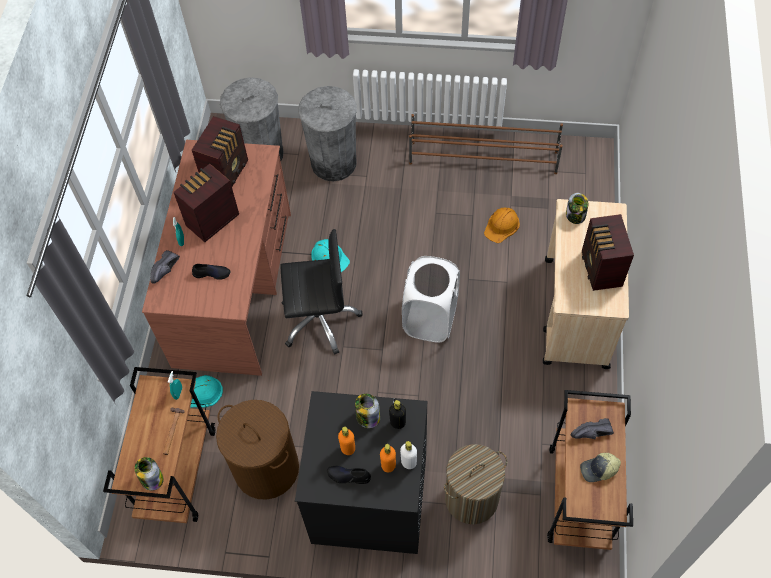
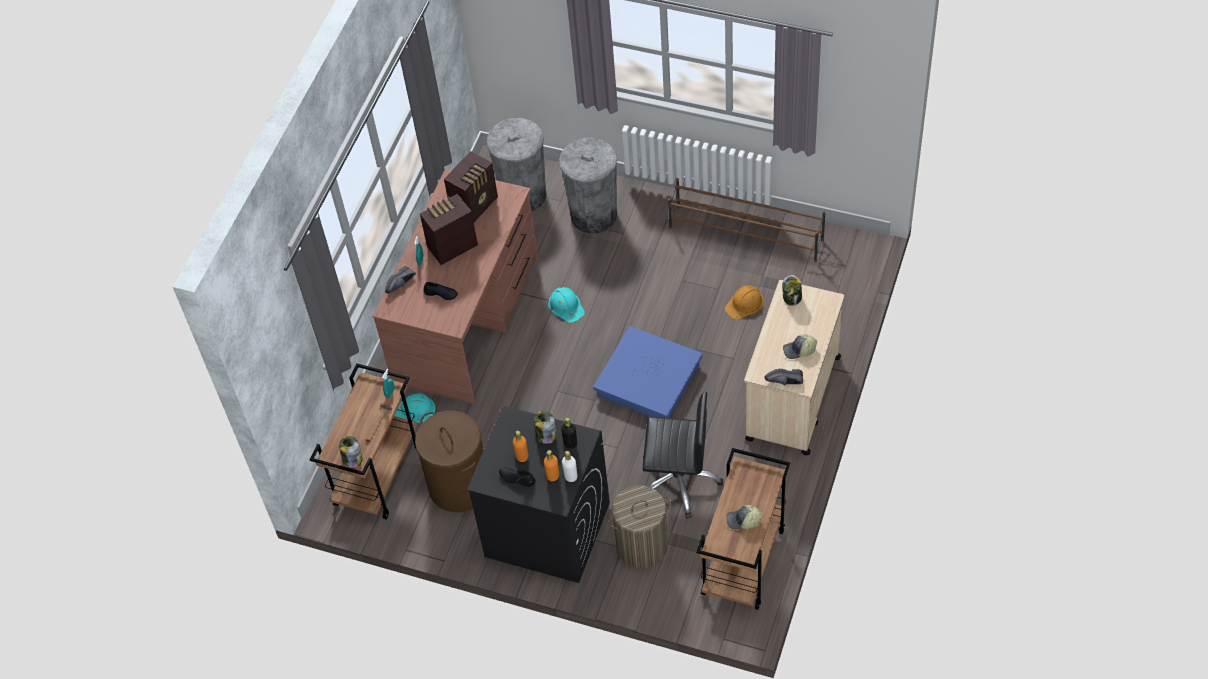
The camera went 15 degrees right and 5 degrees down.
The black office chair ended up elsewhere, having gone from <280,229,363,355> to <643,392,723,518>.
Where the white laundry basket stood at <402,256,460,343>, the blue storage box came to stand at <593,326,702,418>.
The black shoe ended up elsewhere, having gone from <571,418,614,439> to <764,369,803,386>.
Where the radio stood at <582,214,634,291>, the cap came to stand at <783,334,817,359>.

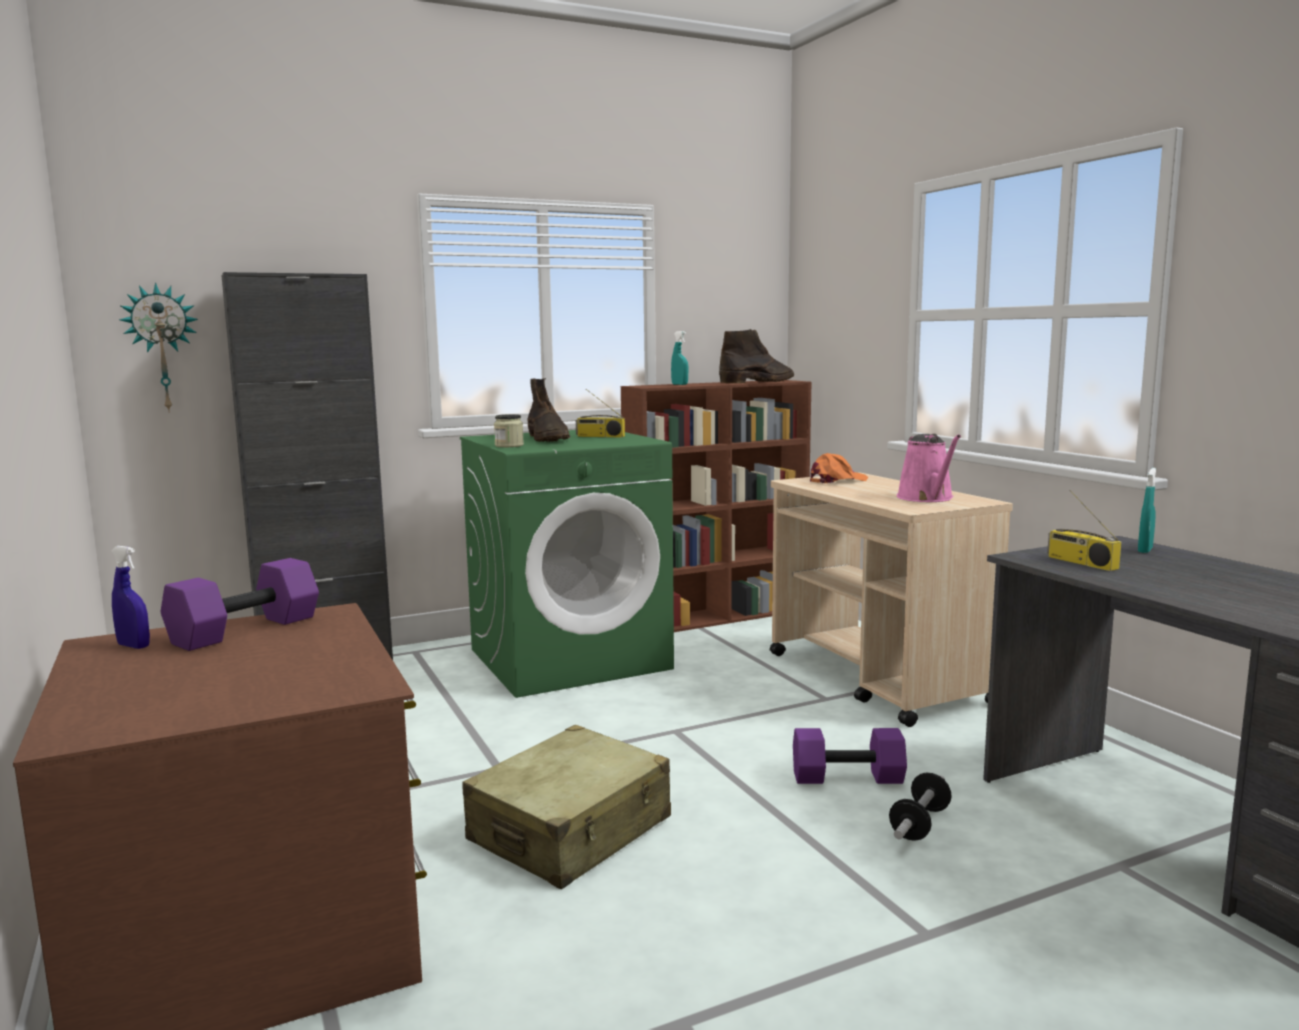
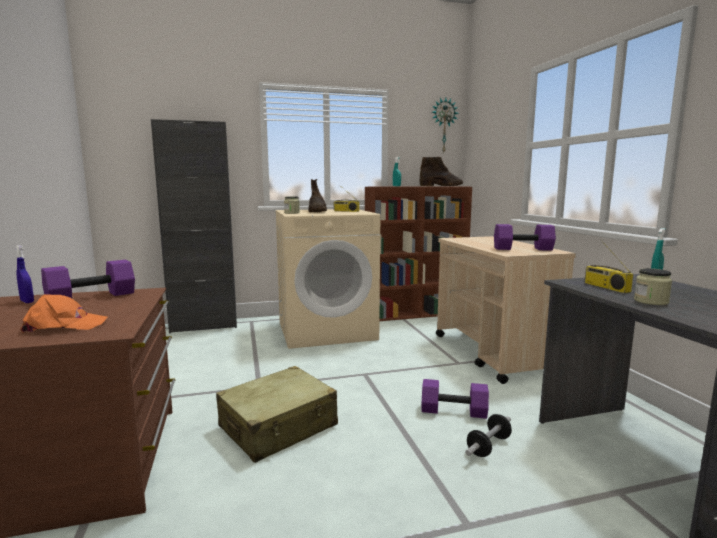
The camera went 10 degrees right and 0 degrees up.
The wall clock ended up elsewhere, having gone from <119,283,198,413> to <432,98,459,152>.
What was the green washing machine at <460,430,674,698> turned into the beige washing machine at <276,209,380,349>.
The orange cap ended up elsewhere, having gone from <810,453,868,483> to <20,294,107,333>.
Where the pink watering can stood at <897,434,961,502>, the purple dumbbell came to stand at <494,224,556,250>.
The second view gained the jar at <634,268,672,305>.

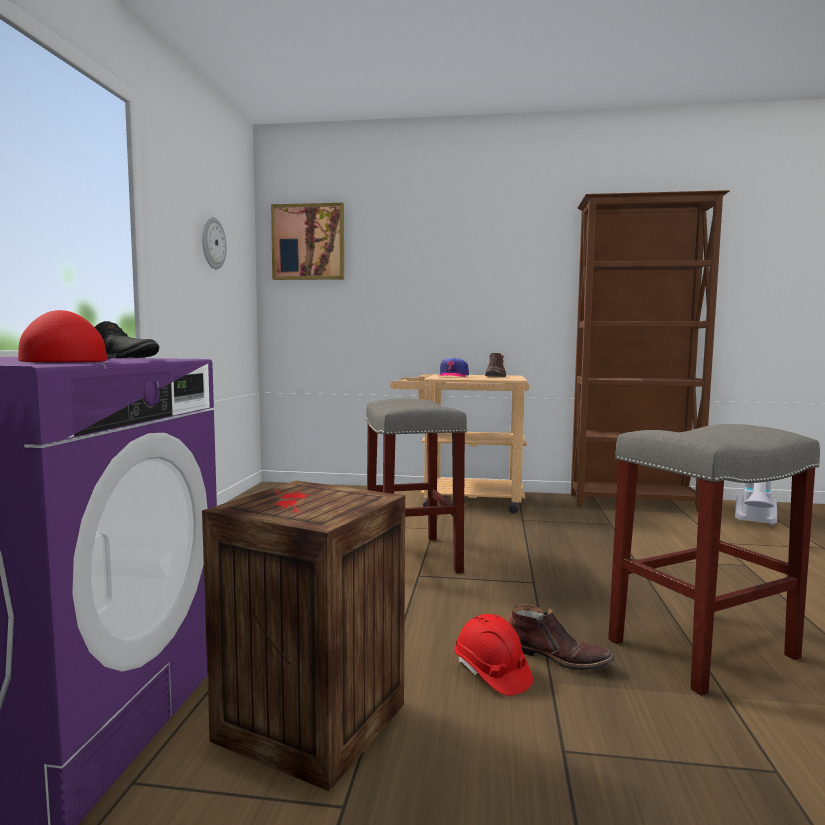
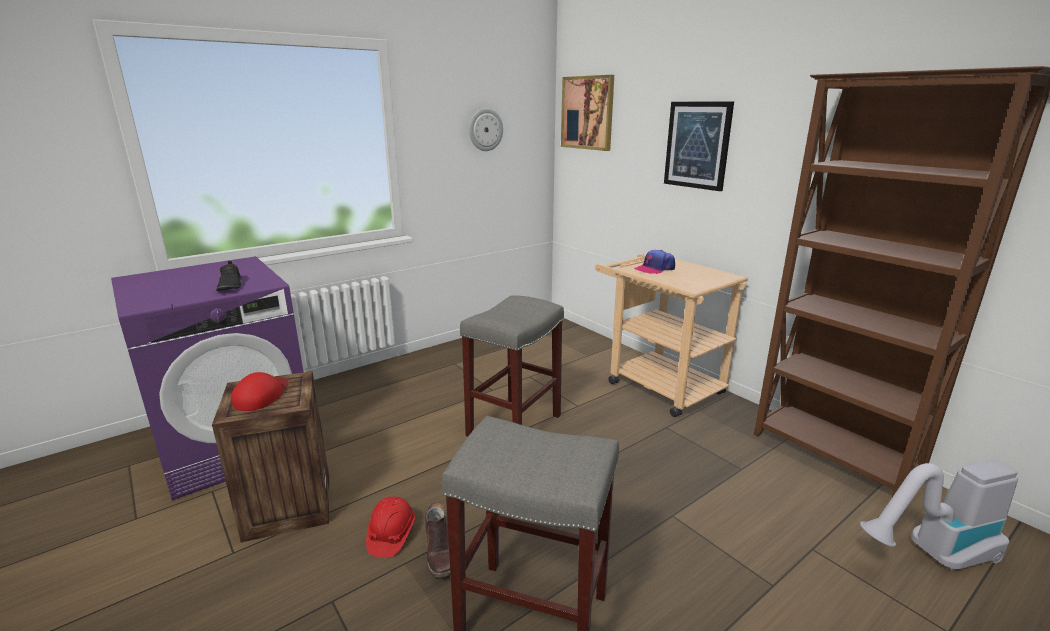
The camera went 45 degrees right and 15 degrees up.
The red cap ended up elsewhere, having gone from <18,310,107,362> to <231,372,288,411>.
The second view lost the brown boot at <485,353,506,377>.
The second view gained the picture at <664,102,734,191>.

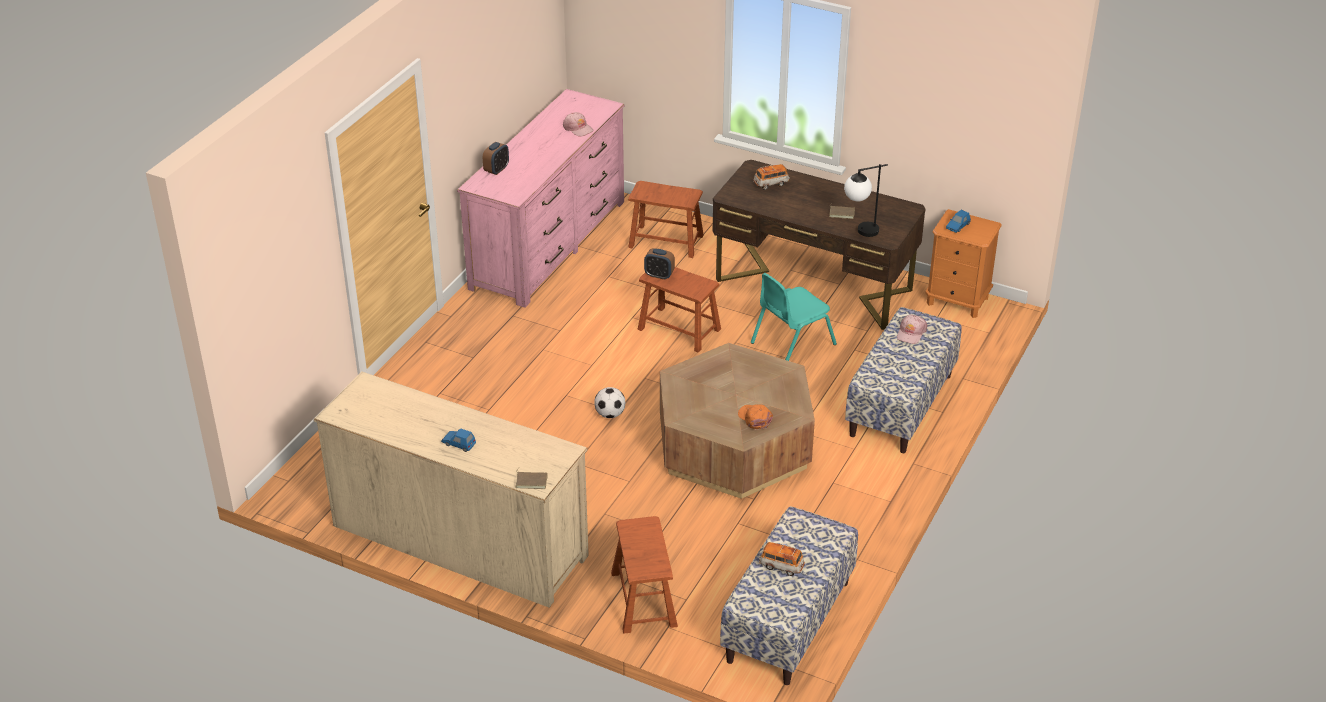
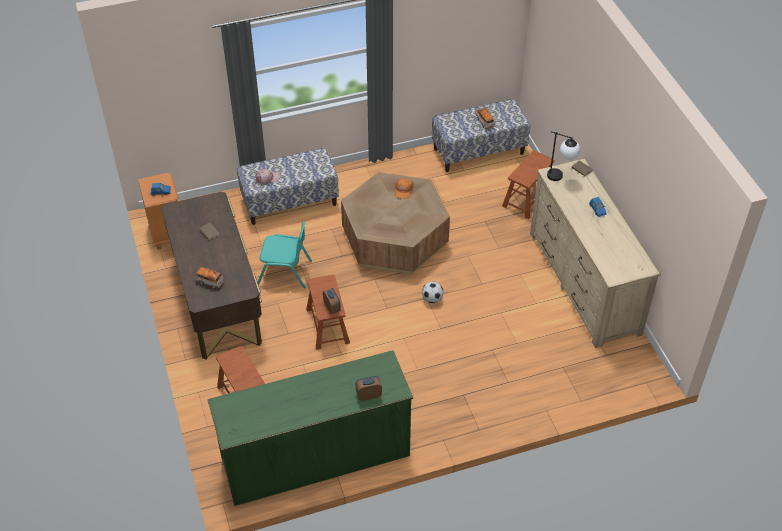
The camera went 135 degrees left and 10 degrees up.
What was the pink dresser at <457,89,624,308> turned into the green dresser at <207,350,413,506>.
The second view lost the pink cap at <563,112,594,137>.
The table lamp ended up elsewhere, having gone from <844,164,888,237> to <547,131,580,181>.

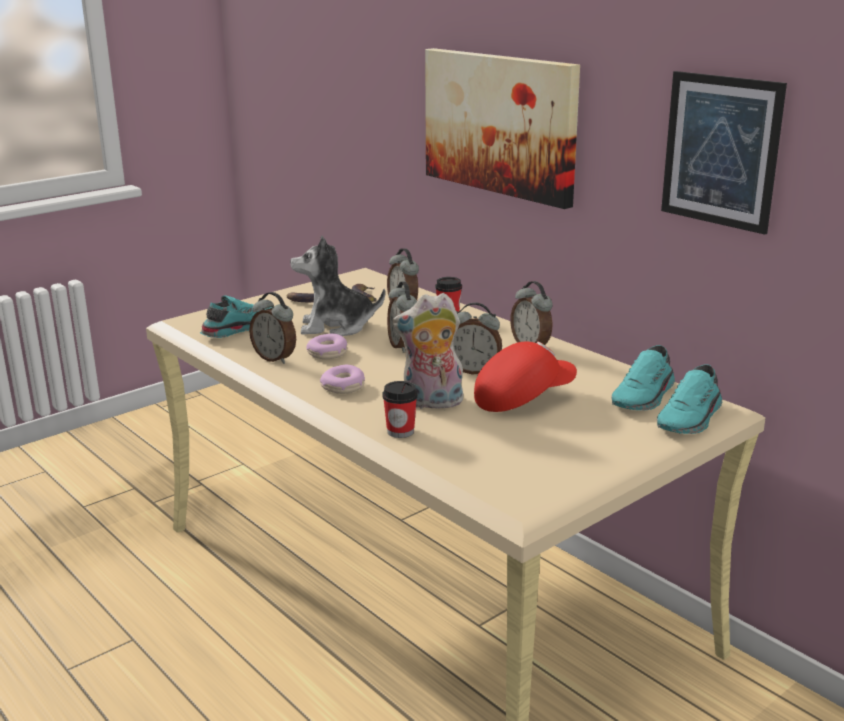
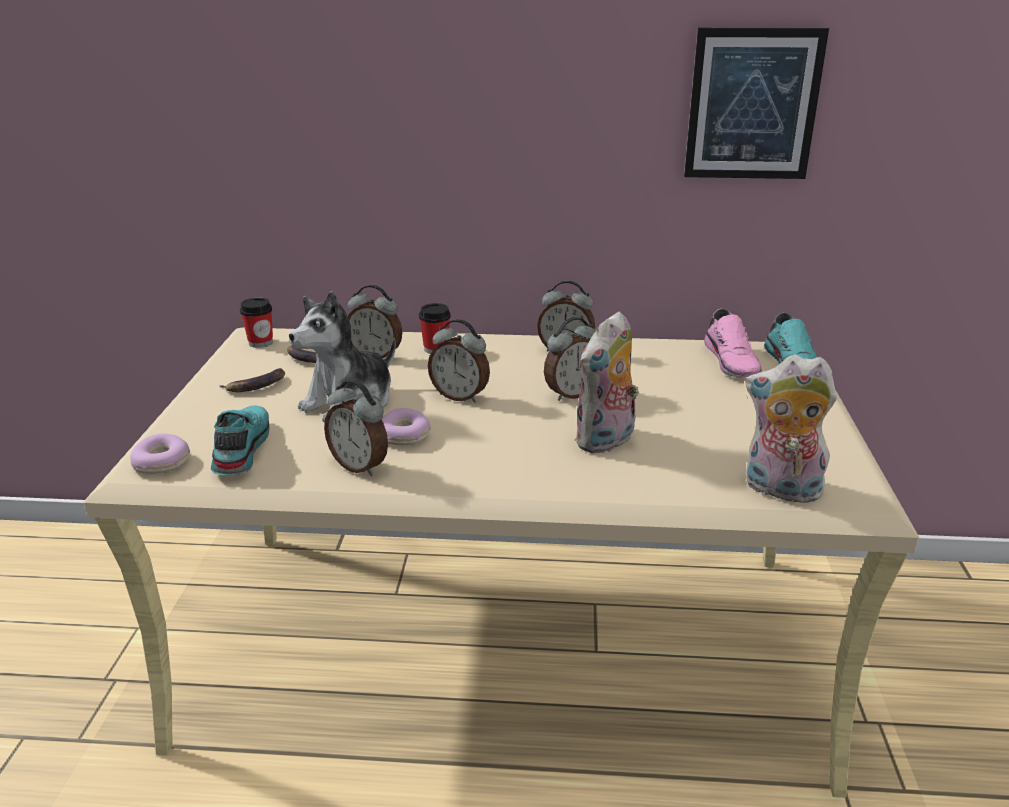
The camera went 45 degrees left and 5 degrees up.
The alarm clock at <249,292,296,364> ended up facing another way, 45 degrees clockwise from before.
The donut ended up elsewhere, having gone from <320,365,365,394> to <130,434,190,474>.
The cup ended up elsewhere, having gone from <382,381,418,438> to <240,298,273,348>.
The second view lost the picture at <425,48,580,209>.
The second view lost the red cap at <474,341,577,412>.
What was the turquoise shoe at <611,345,675,410> turned into the pink shoe at <704,309,762,377>.
The second view gained the plush toy at <745,355,837,506>.

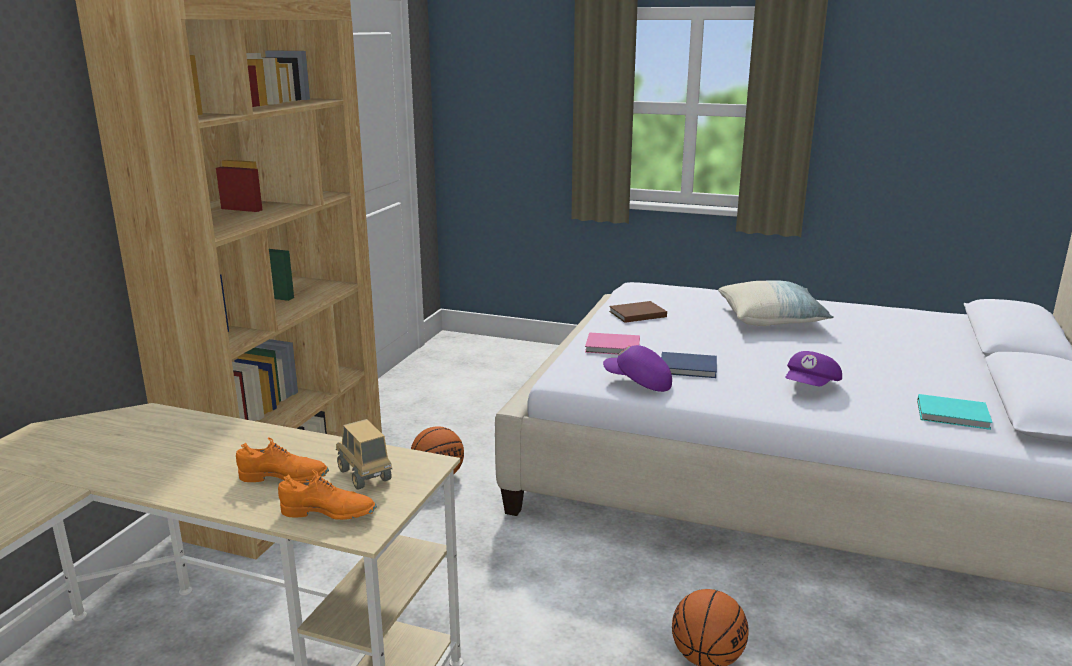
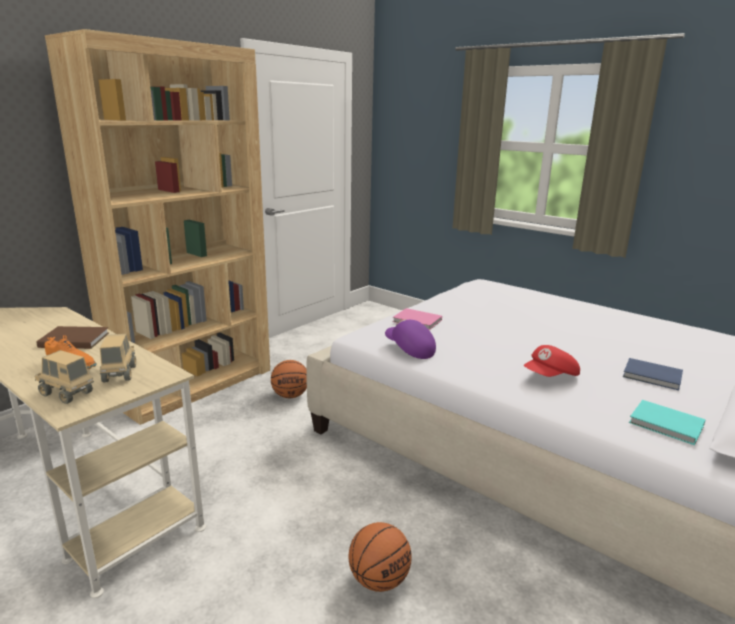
The camera went 20 degrees right and 0 degrees up.
Where the orange shoe stood at <278,470,377,520>, the toy truck came to stand at <35,350,94,404>.
The brown book ended up elsewhere, having gone from <609,301,667,323> to <36,326,109,349>.
The blue book ended up elsewhere, having gone from <661,352,717,378> to <623,358,683,390>.
The second view lost the pillow at <718,280,834,326>.
What was the purple cap at <785,351,842,386> turned into the red cap at <524,345,580,377>.

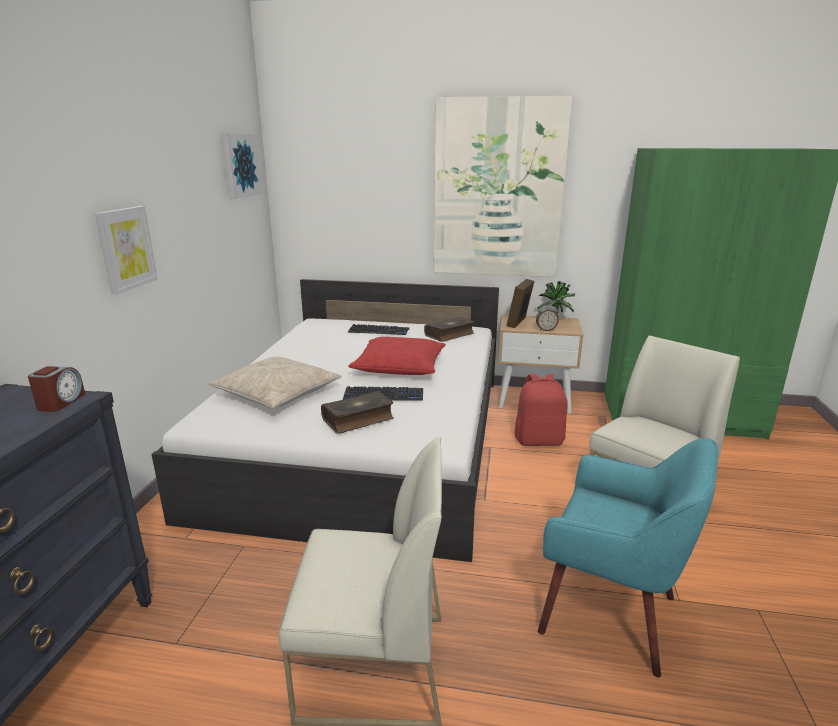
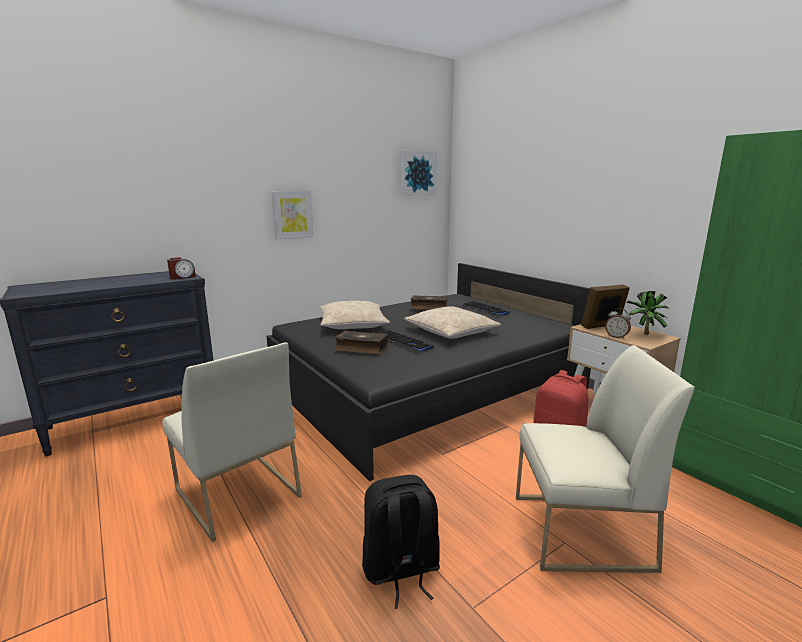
The camera went 45 degrees right and 5 degrees down.
What was the white bed at <151,279,499,562> turned into the black bed at <267,263,591,481>.
What was the red pillow at <348,337,446,375> turned into the beige pillow at <404,306,501,339>.
The book ended up elsewhere, having gone from <424,317,474,342> to <410,295,448,310>.
The second view lost the picture at <434,95,573,277>.
Where the turquoise armchair stood at <538,438,719,678>, the black backpack came to stand at <362,475,440,609>.

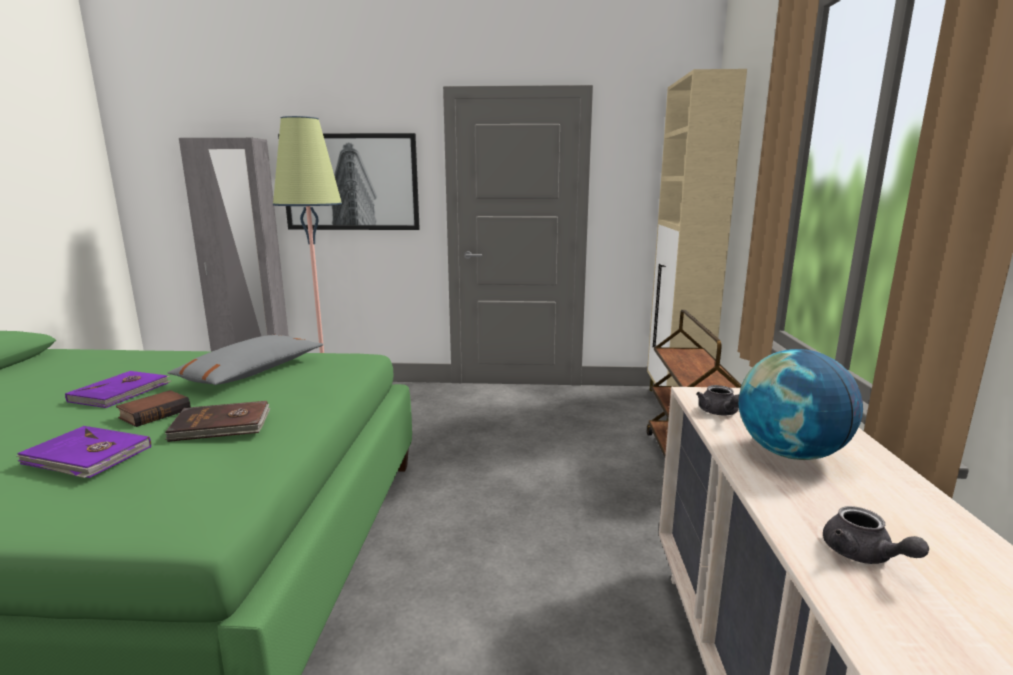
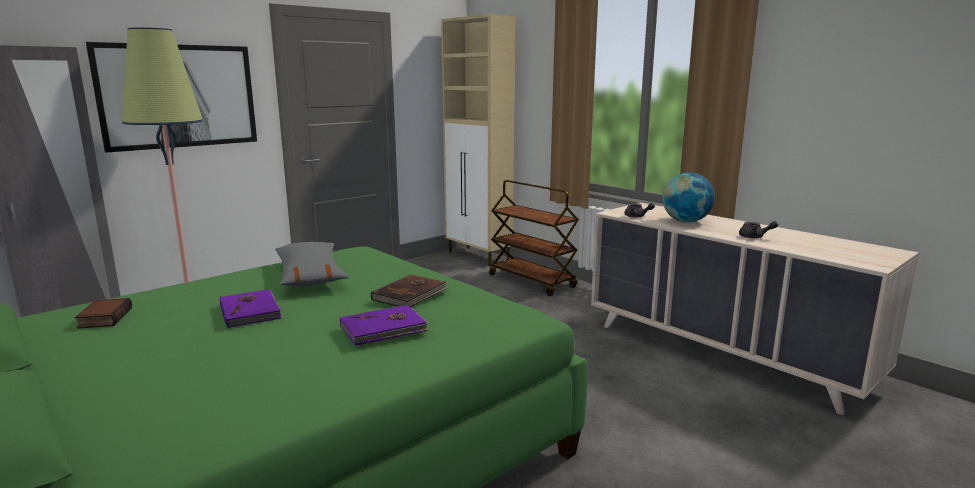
The camera went 45 degrees left and 0 degrees up.
The book ended up elsewhere, having gone from <116,390,190,427> to <75,298,132,329>.

